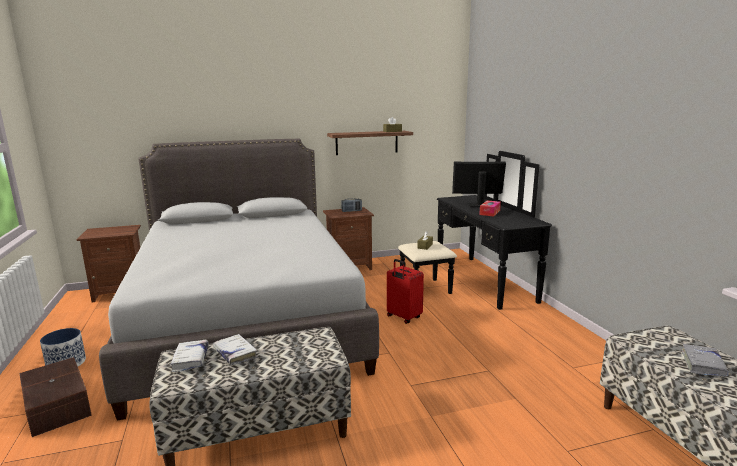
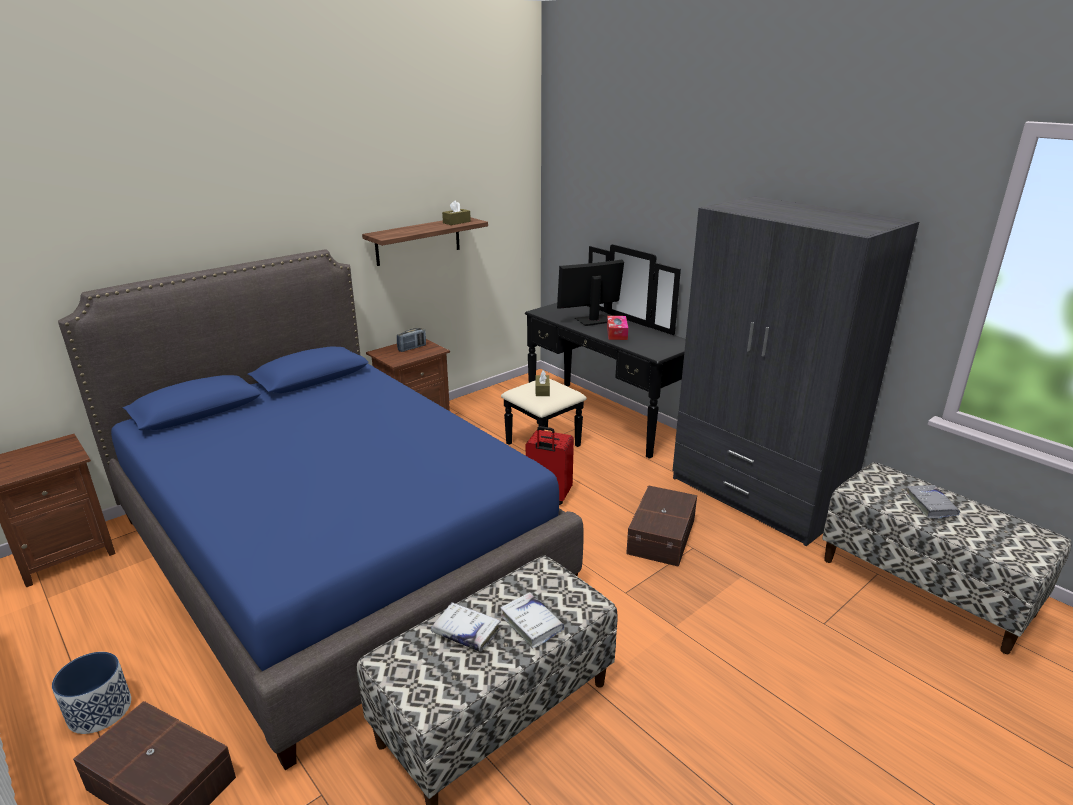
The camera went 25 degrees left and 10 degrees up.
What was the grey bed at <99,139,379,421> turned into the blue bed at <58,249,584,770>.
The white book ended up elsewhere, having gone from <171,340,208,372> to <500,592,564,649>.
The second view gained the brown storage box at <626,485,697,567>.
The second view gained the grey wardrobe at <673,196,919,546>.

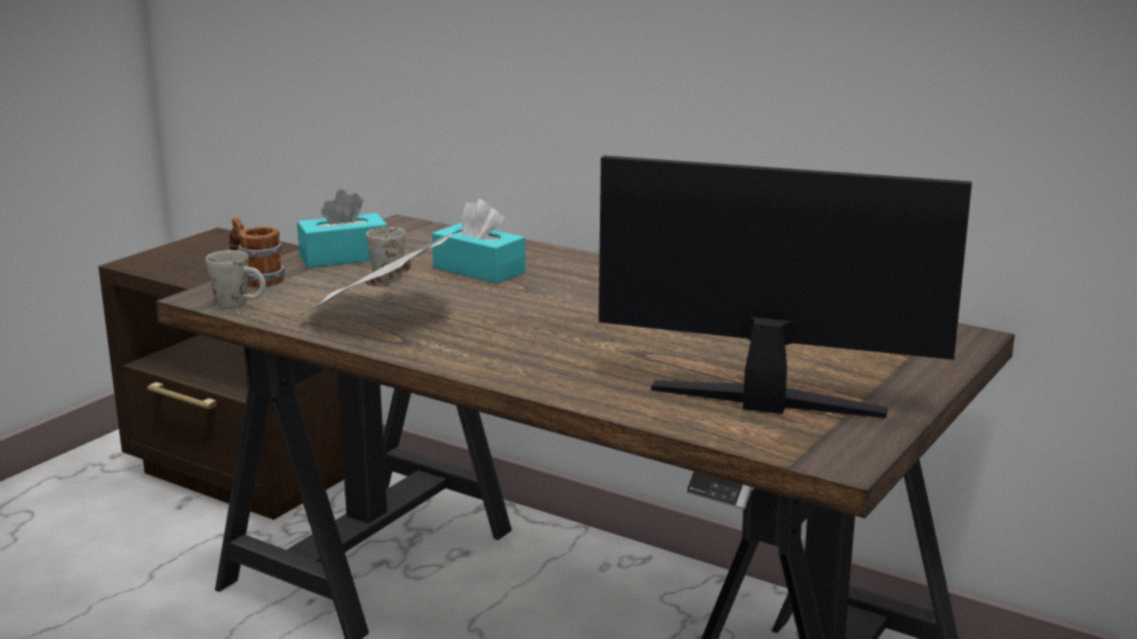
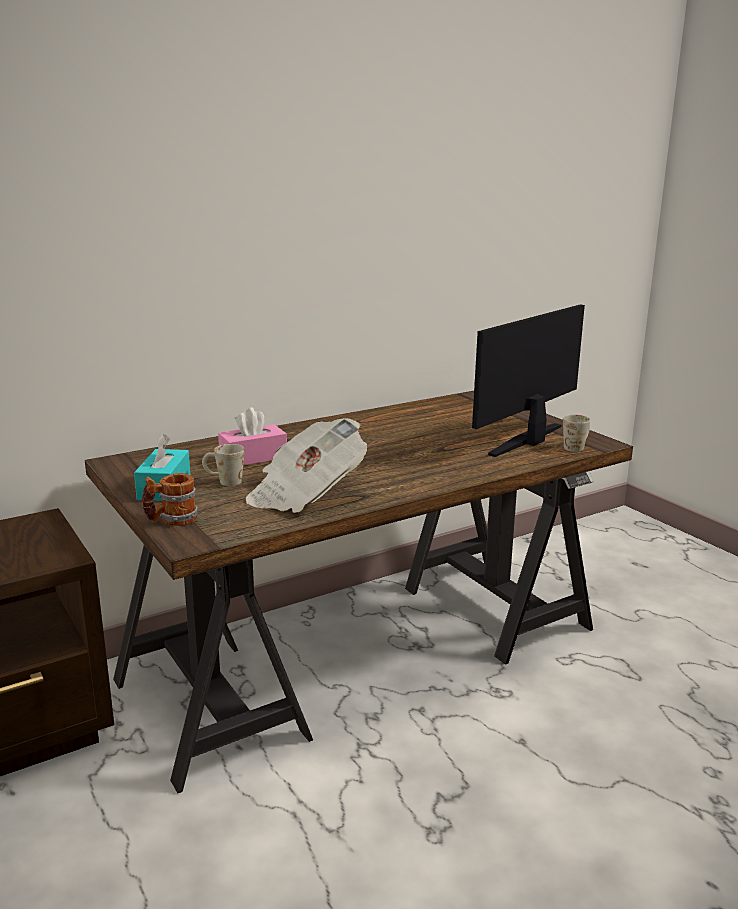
The camera went 65 degrees left and 0 degrees up.
The white mug ended up elsewhere, having gone from <206,250,266,308> to <563,415,590,452>.
What was the turquoise tissue box at <432,199,526,284> turned into the pink tissue box at <218,407,287,466>.

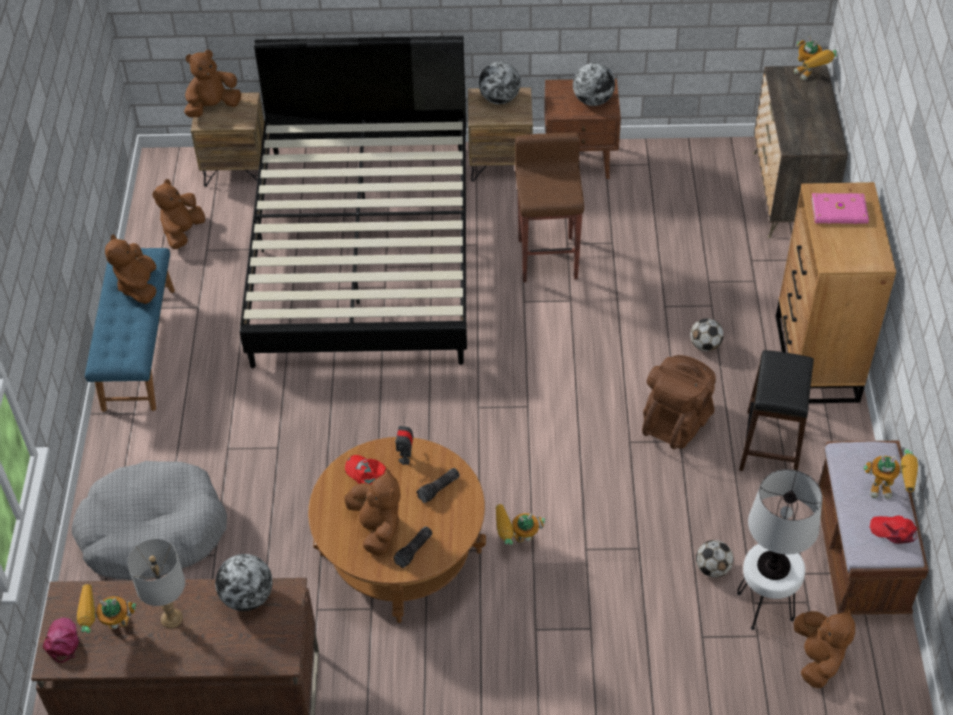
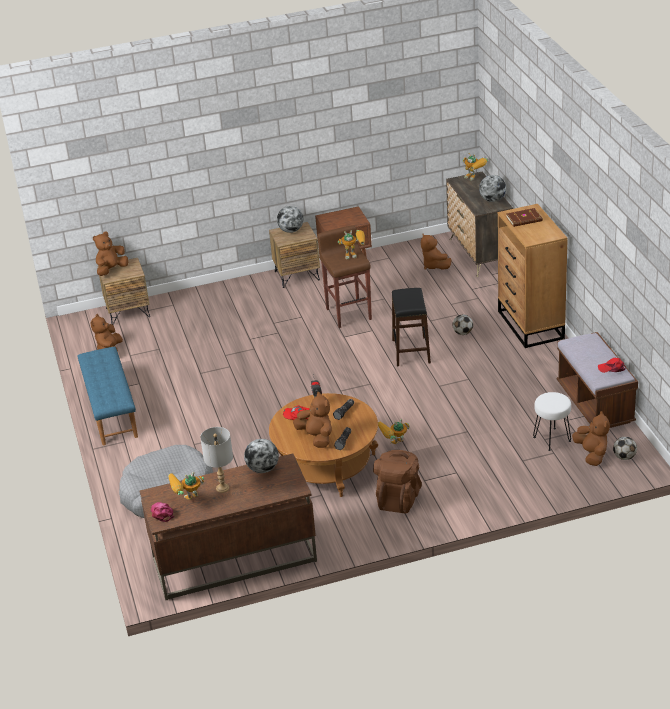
The camera went 15 degrees left and 15 degrees down.
The brown plush toy ended up elsewhere, having gone from <105,234,156,304> to <421,234,452,270>.
The second view lost the black bed at <240,36,467,368>.
The globe ended up elsewhere, having gone from <573,63,615,106> to <479,175,506,202>.
The brown backpack ended up elsewhere, having gone from <642,355,716,449> to <373,450,422,513>.
The football ended up elsewhere, having gone from <696,540,734,578> to <613,437,637,460>.
The black stool ended up elsewhere, having gone from <739,350,814,471> to <392,288,431,366>.
The second view lost the table lamp at <748,469,823,580>.
What was the pink book at <811,193,869,224> turned into the brown book at <506,208,543,227>.
The toy robot ended up elsewhere, having gone from <863,449,918,499> to <338,230,365,259>.

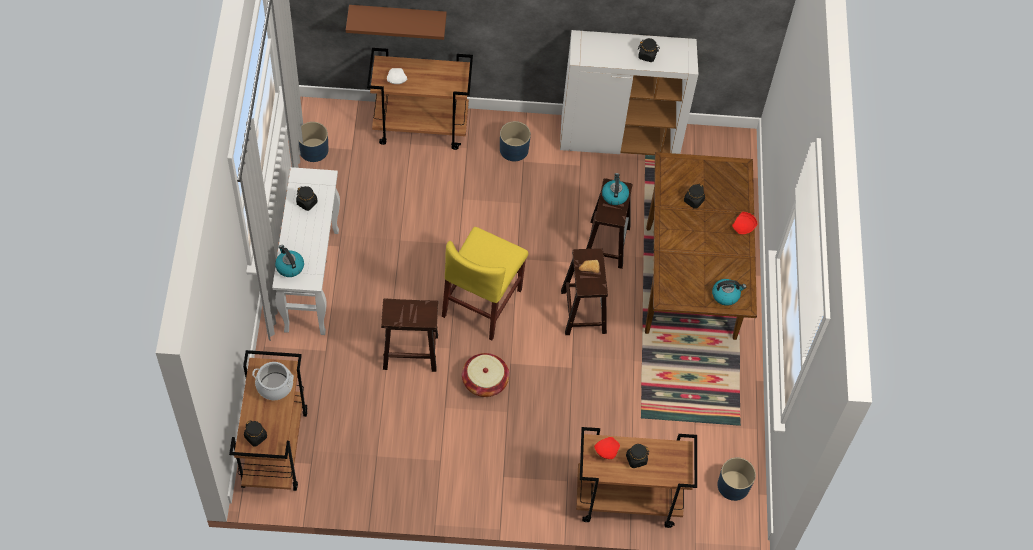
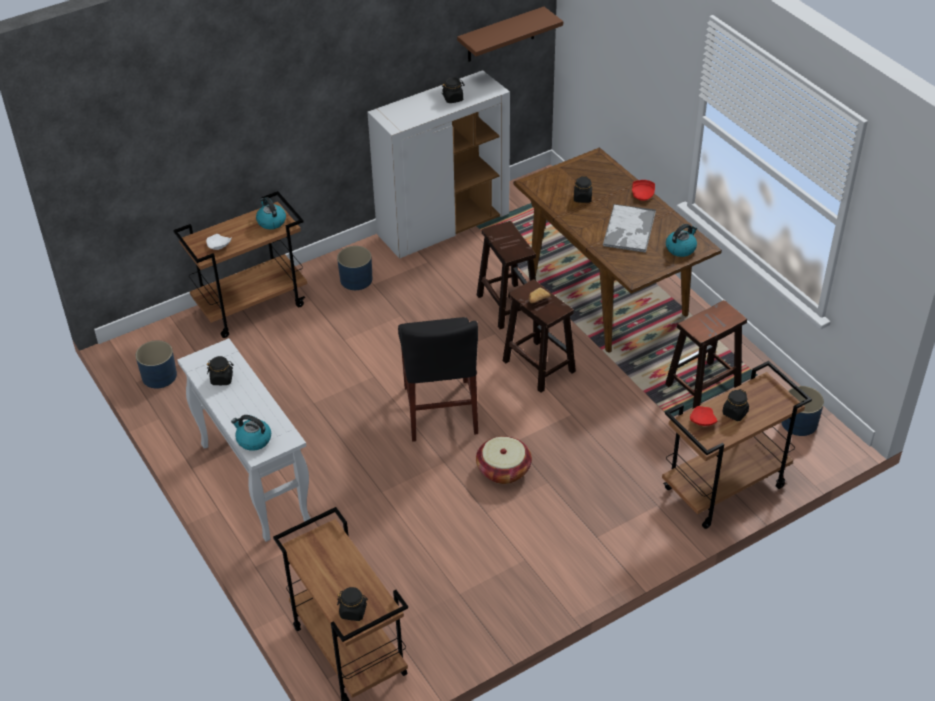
The camera went 30 degrees left and 15 degrees down.
The second view lost the cooking pot at <252,362,294,400>.
The brown shelf ended up elsewhere, having gone from <346,5,447,40> to <457,7,563,62>.
The brown stool ended up elsewhere, having gone from <381,299,438,372> to <665,300,747,408>.
What was the yellow chair at <442,227,528,340> turned into the black chair at <398,317,478,442>.
The kettle ended up elsewhere, having gone from <602,173,629,205> to <256,197,286,229>.
The second view gained the tray at <603,204,656,253>.

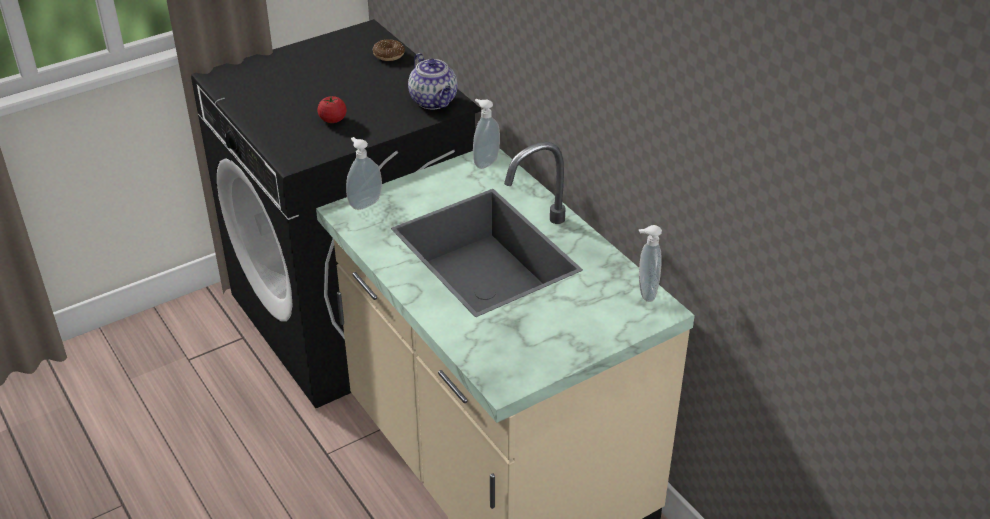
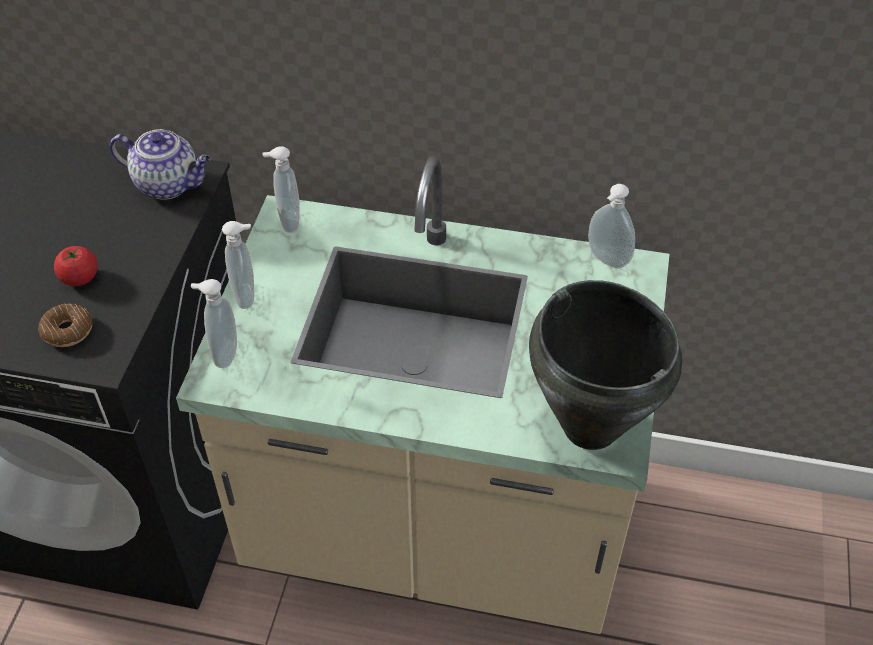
The camera went 45 degrees left and 10 degrees up.
The donut ended up elsewhere, having gone from <373,39,405,61> to <38,304,93,347>.
The second view gained the soap dispenser at <222,221,254,309>.
The second view gained the black cooking pot at <529,280,682,450>.

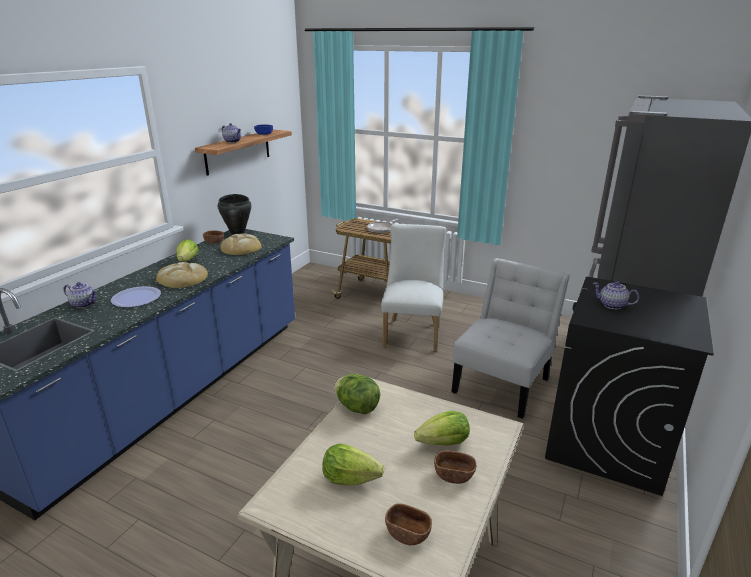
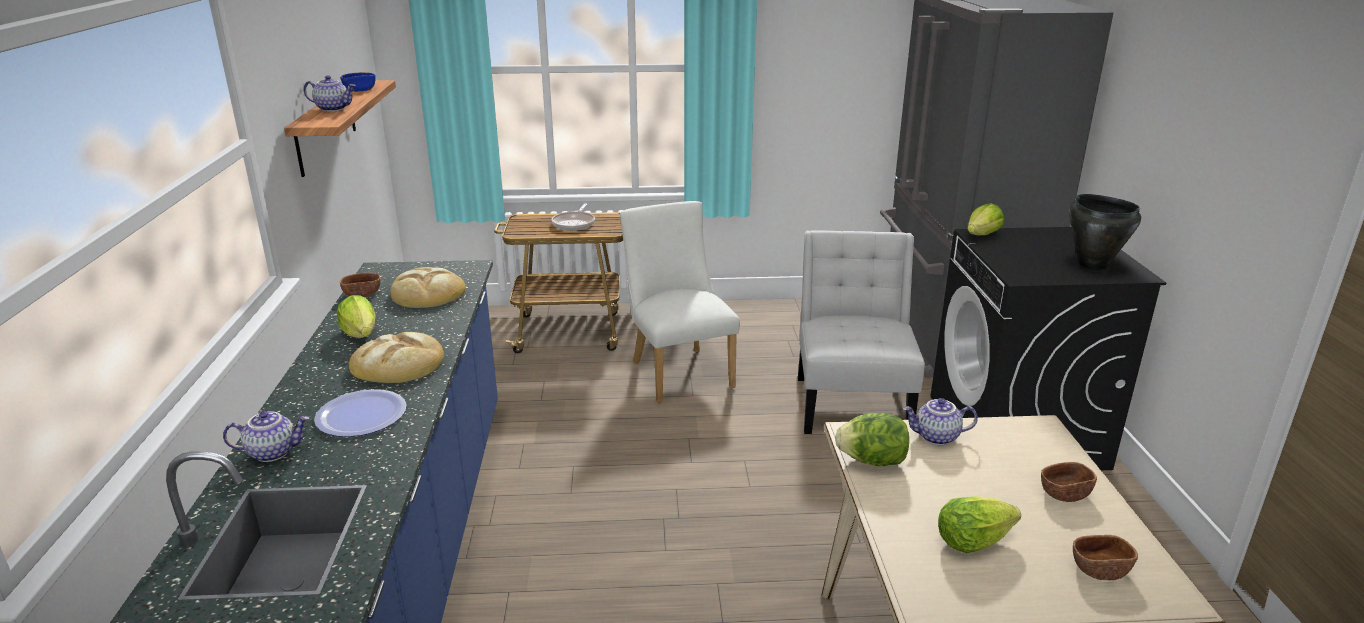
The camera went 30 degrees left and 0 degrees up.
The black cooking pot ended up elsewhere, having gone from <218,194,252,235> to <1069,194,1141,271>.
The lettuce ended up elsewhere, having gone from <414,411,470,446> to <968,203,1004,235>.
The teapot ended up elsewhere, having gone from <593,281,639,309> to <903,398,978,445>.

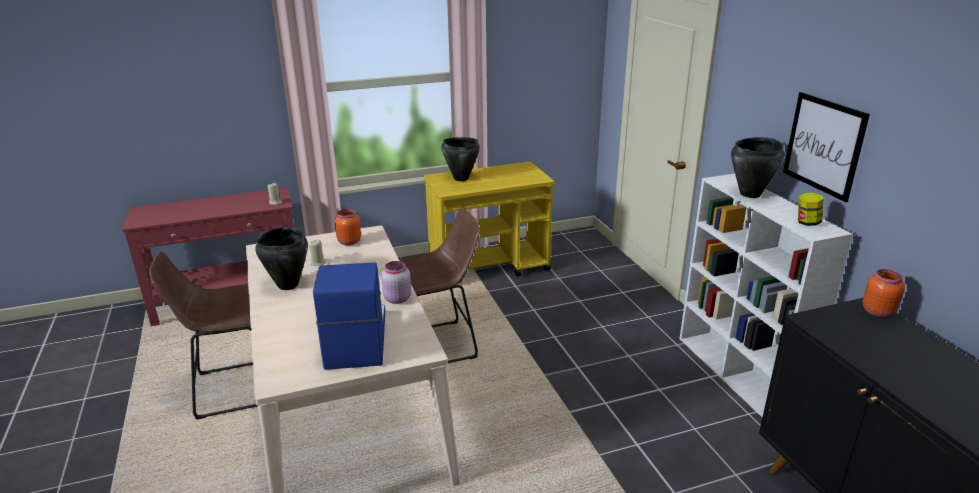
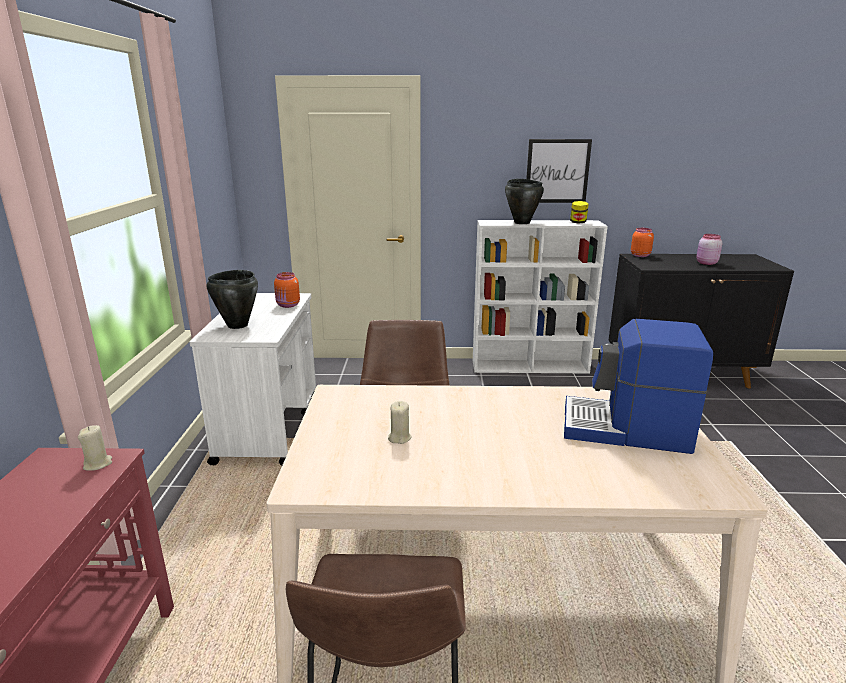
The camera went 70 degrees left and 5 degrees down.
The second view lost the black cooking pot at <255,227,308,290>.
The orange jar ended up elsewhere, having gone from <335,209,361,246> to <274,272,300,308>.
The pink jar ended up elsewhere, having gone from <381,261,411,304> to <696,234,722,265>.
What was the yellow cart at <424,162,555,276> turned into the white cart at <189,293,316,466>.

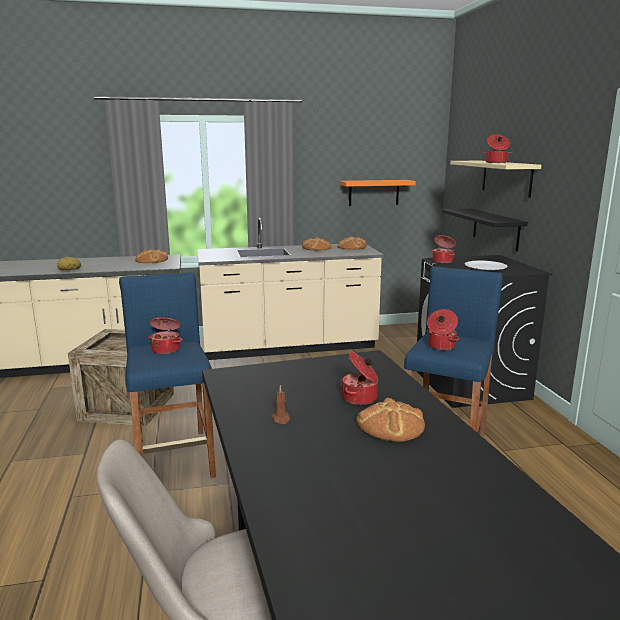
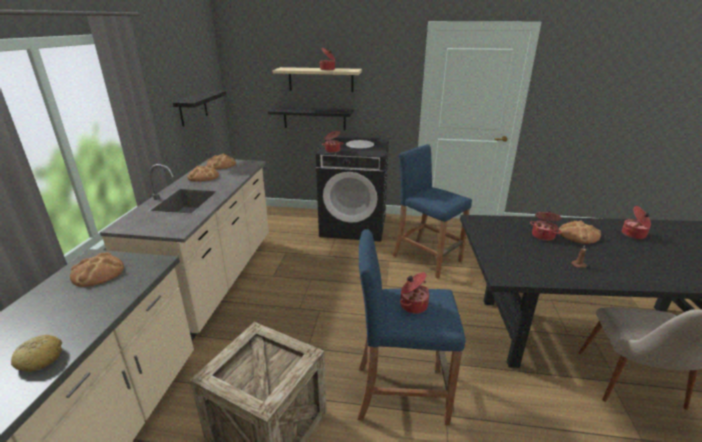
The camera went 70 degrees left and 10 degrees up.
What was the orange shelf at <340,180,416,206> turned into the black shelf at <173,91,226,127>.
The cooking pot ended up elsewhere, having gone from <426,309,459,350> to <622,206,651,239>.

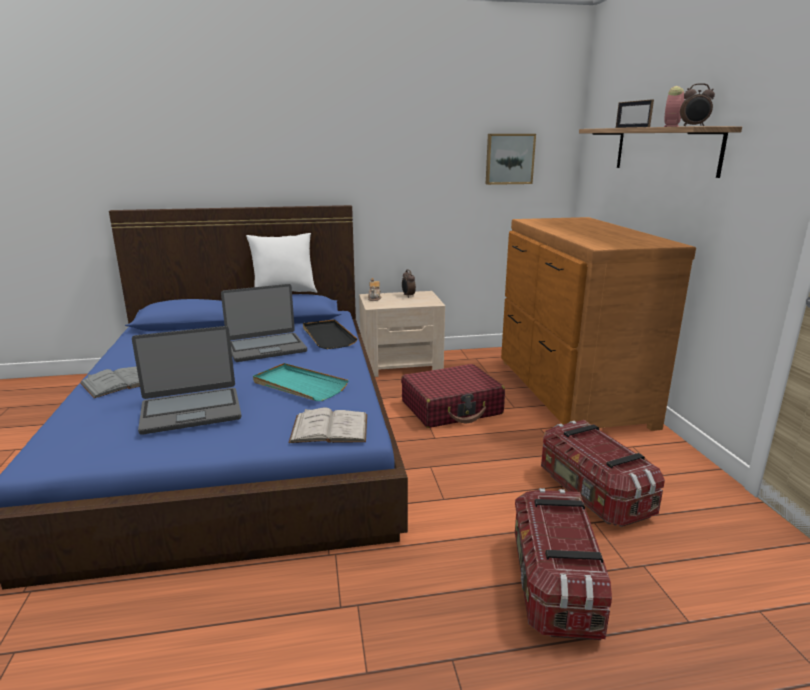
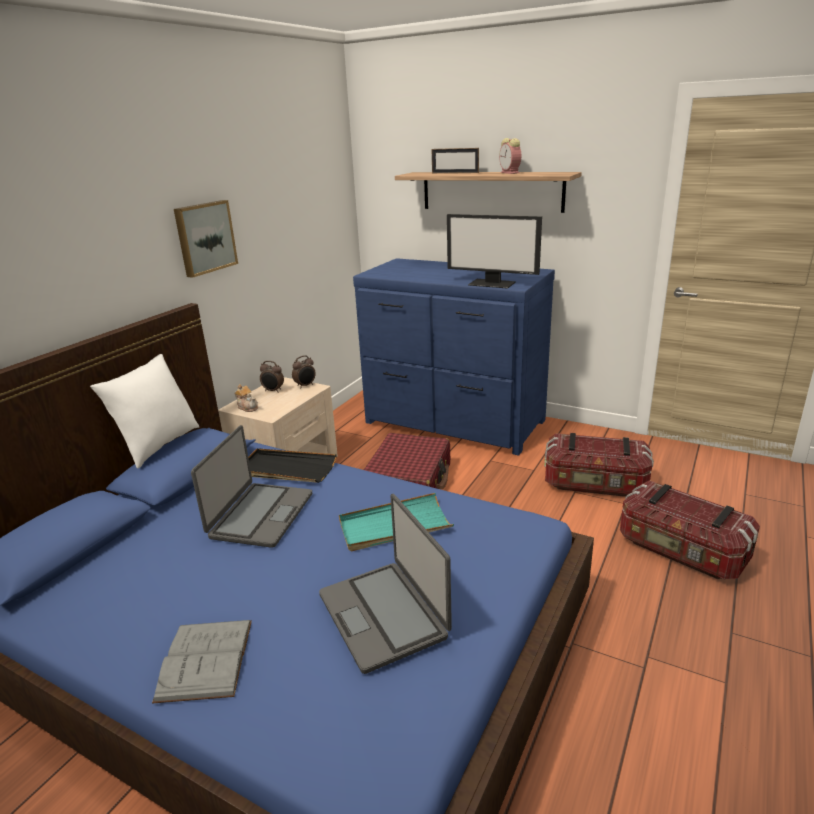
The camera went 50 degrees left and 5 degrees up.
The laptop at <132,326,241,435> ended up facing another way, 135 degrees clockwise from before.
The second view lost the white book at <288,407,367,443>.
The picture ended up elsewhere, having gone from <486,134,536,185> to <174,200,238,278>.
What was the brown dresser at <501,217,696,431> turned into the blue dresser at <353,258,555,456>.
The alarm clock ended up elsewhere, having gone from <680,83,715,126> to <292,355,316,389>.
The second view gained the monitor at <447,214,542,289>.

